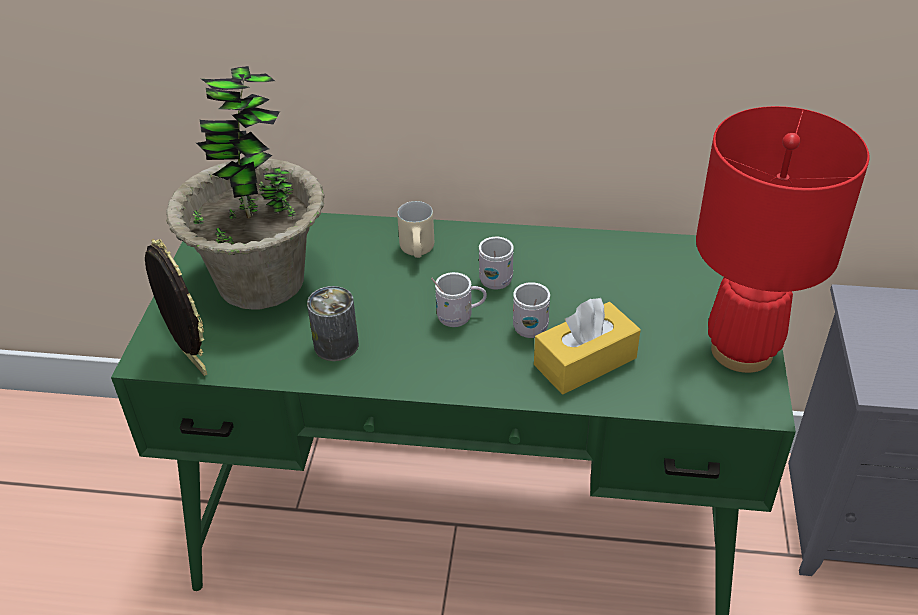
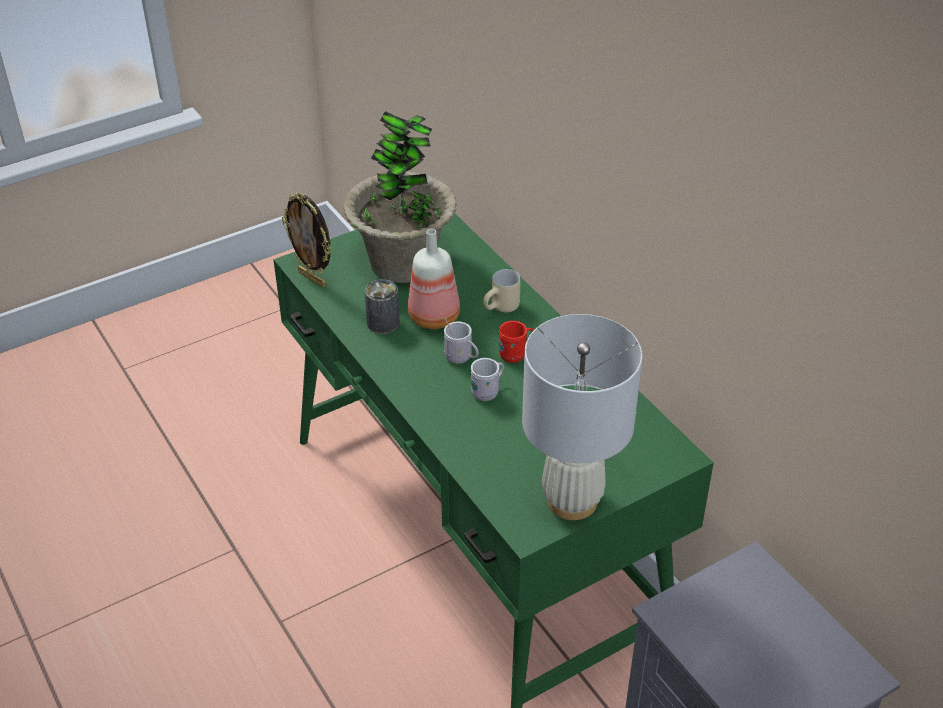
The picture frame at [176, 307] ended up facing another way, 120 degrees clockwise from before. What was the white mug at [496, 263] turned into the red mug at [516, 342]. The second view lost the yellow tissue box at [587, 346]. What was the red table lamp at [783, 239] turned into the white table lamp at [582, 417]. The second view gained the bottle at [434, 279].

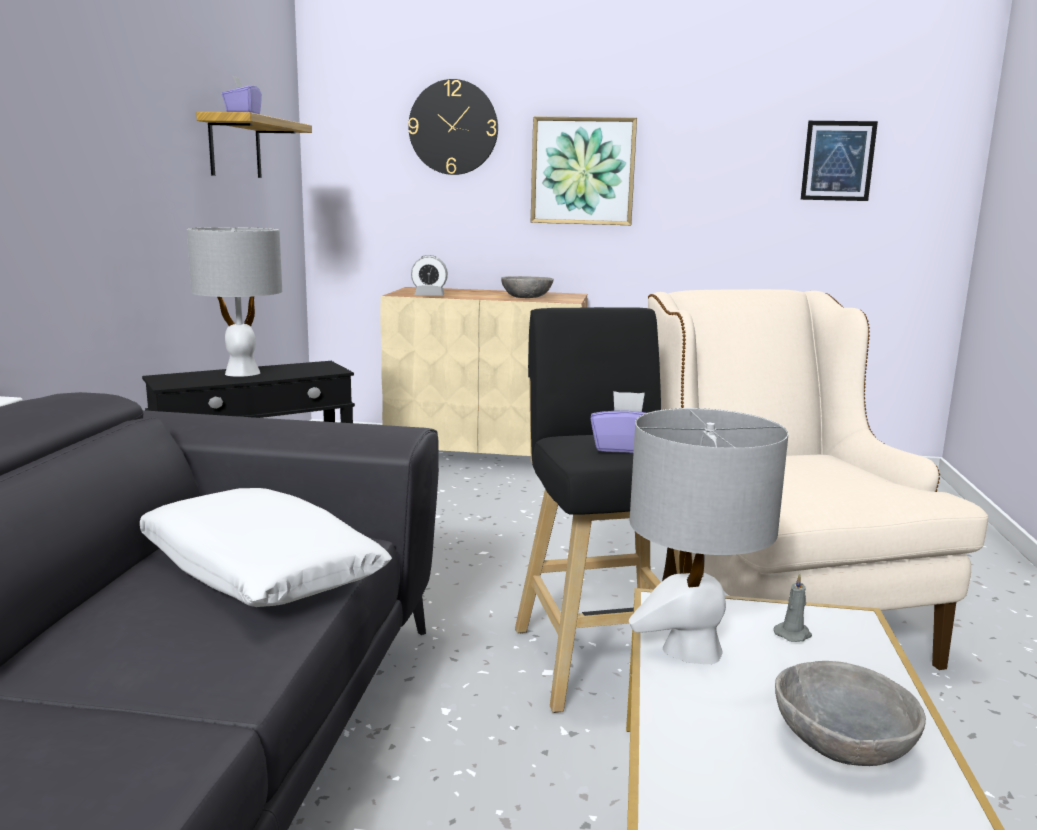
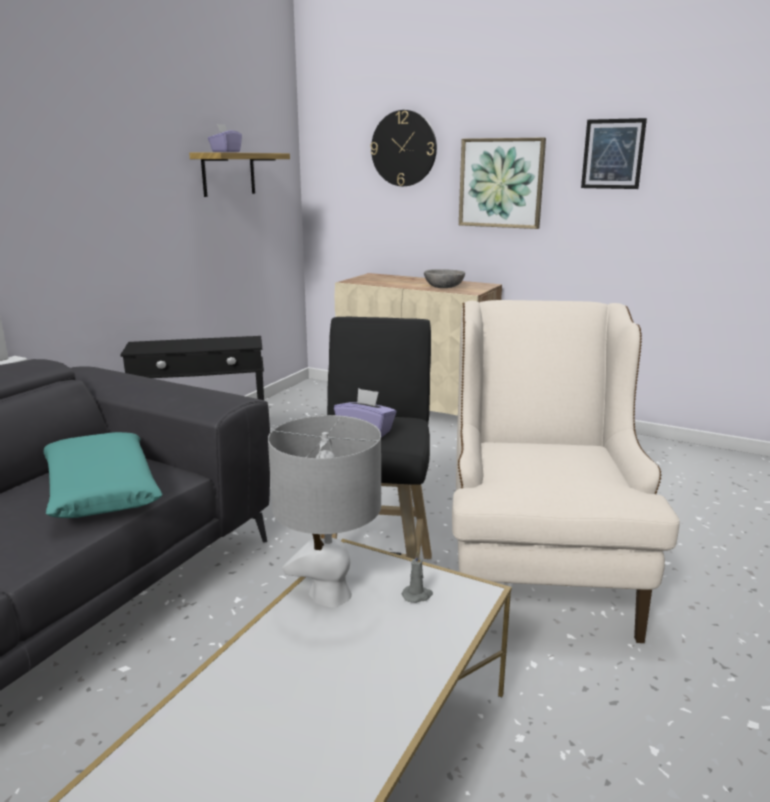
What was the white pillow at [266, 547] turned into the turquoise pillow at [103, 475]. The second view lost the grey table lamp at [234, 302]. The second view lost the alarm clock at [429, 275]. The second view lost the grey bowl at [850, 713]. The picture ended up elsewhere, having gone from [839, 161] to [614, 153].

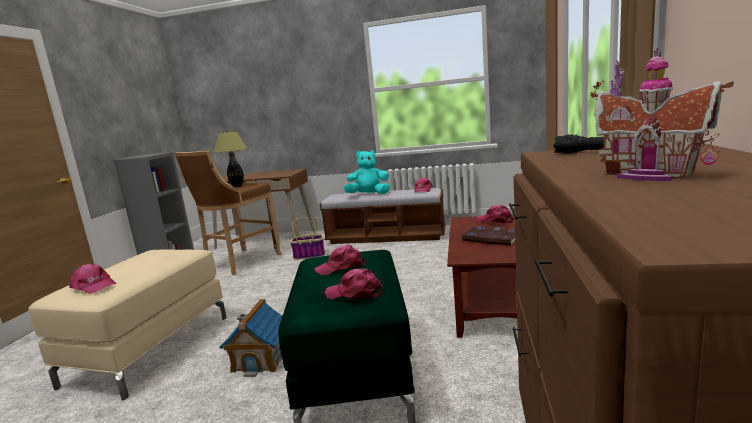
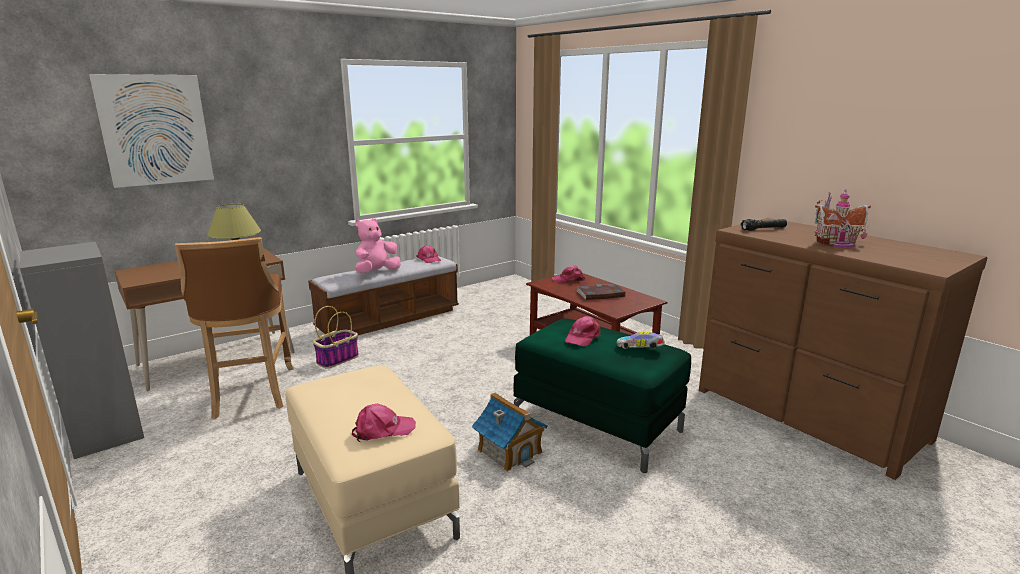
Where the pink cap stood at [353, 284], the toy car came to stand at [640, 340]. What was the turquoise plush toy at [367, 172] turned into the pink plush toy at [378, 245]. The second view gained the picture at [151, 131].

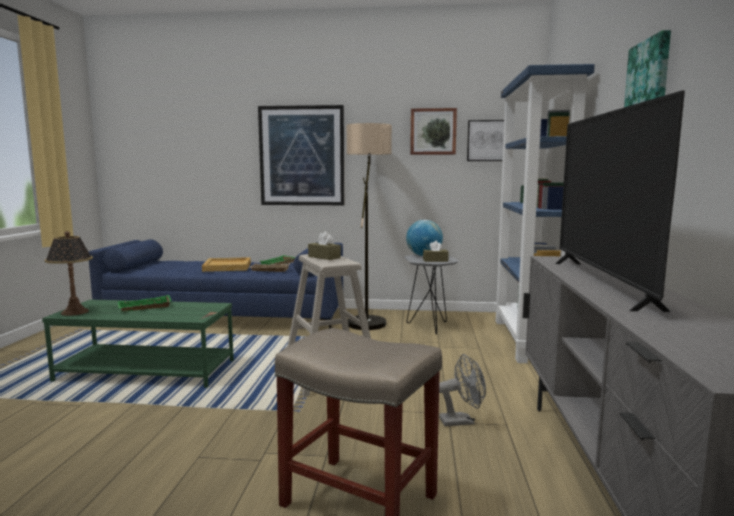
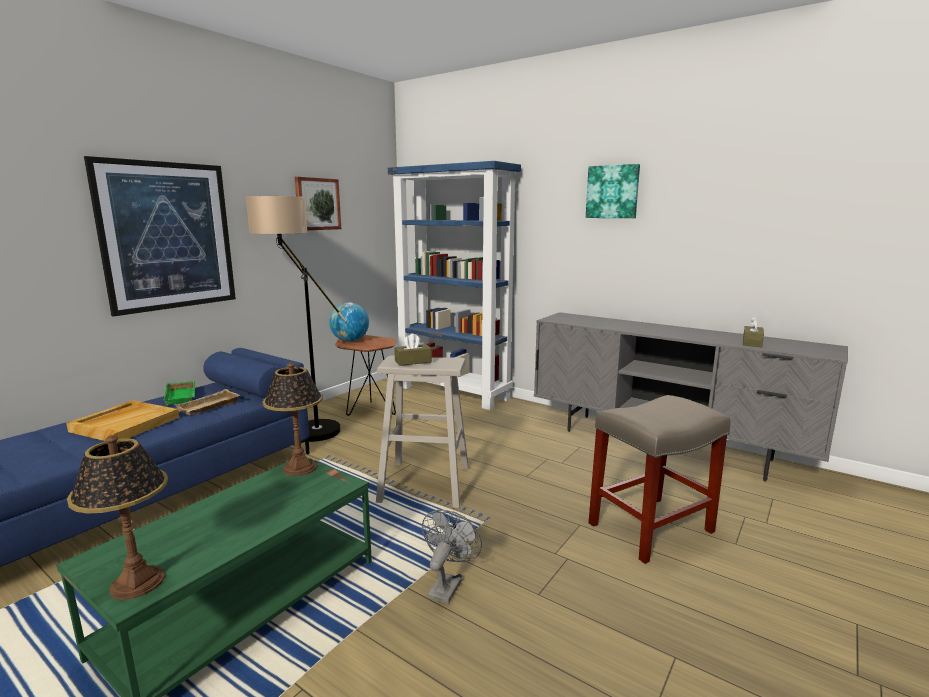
The second view lost the green tray at [145, 303]. What was the grey side table at [431, 294] turned into the brown side table at [366, 375]. The brown tissue box ended up elsewhere, having gone from [436, 251] to [753, 331]. The grey fan ended up elsewhere, having gone from [462, 390] to [452, 557]. The second view lost the picture at [485, 140]. The second view lost the television at [620, 201]. The second view gained the table lamp at [293, 419].

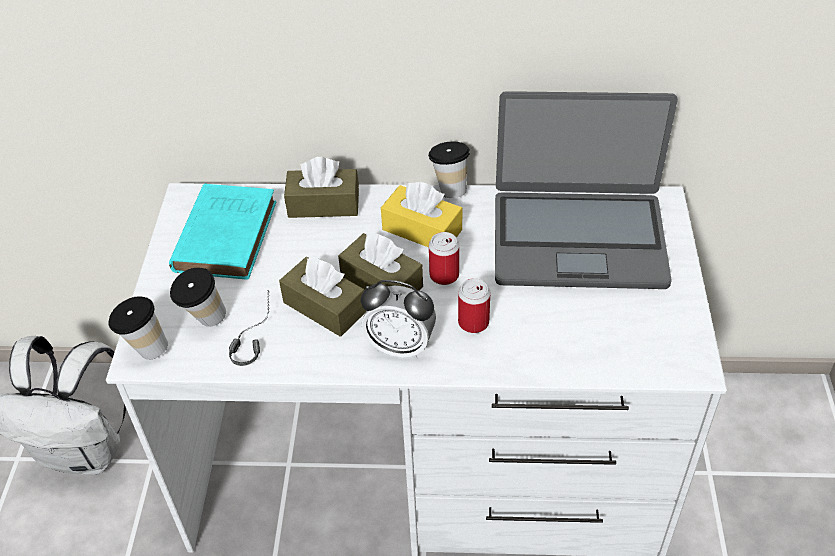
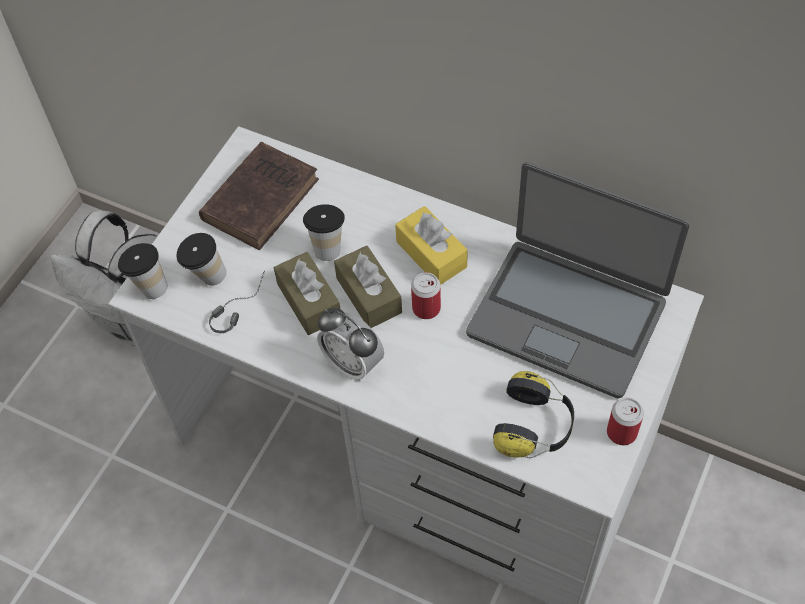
What was the turquoise book at [222, 231] turned into the brown book at [259, 196]. The second view lost the brown tissue box at [321, 187]. The cup ended up elsewhere, having gone from [449, 170] to [324, 232]. The can ended up elsewhere, having gone from [474, 305] to [625, 421]. The second view gained the headphones at [533, 414].

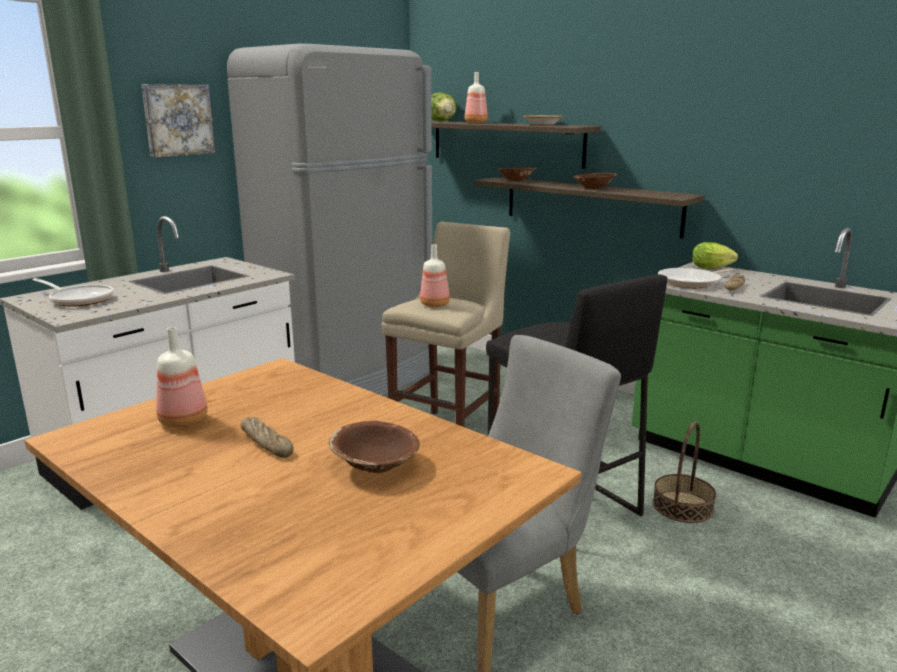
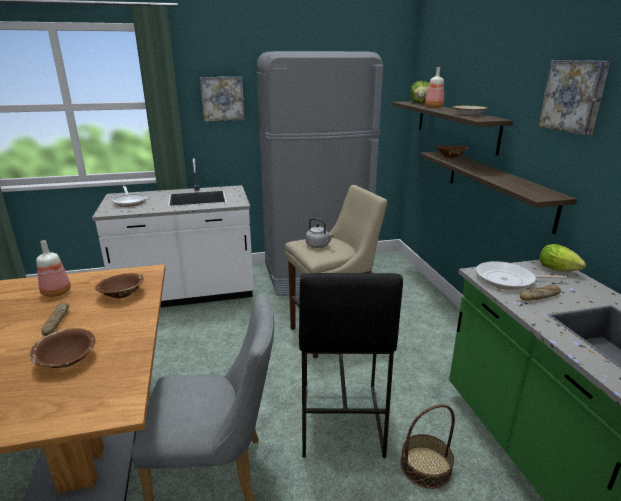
Where the bottle stood at [435, 275], the grey kettle came to stand at [320, 233]. The brown bowl ended up elsewhere, having gone from [595, 181] to [119, 285]. The second view gained the picture at [574, 98].

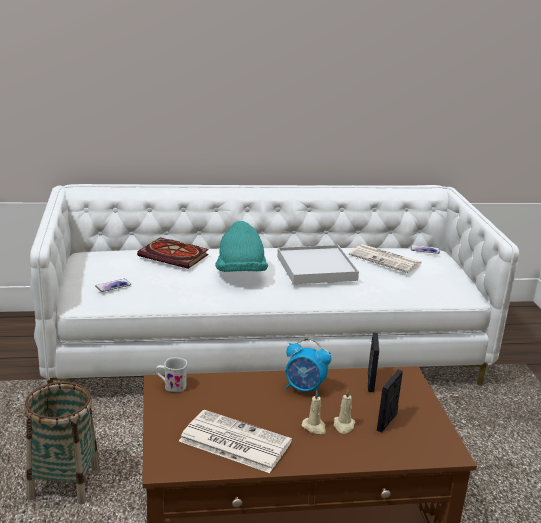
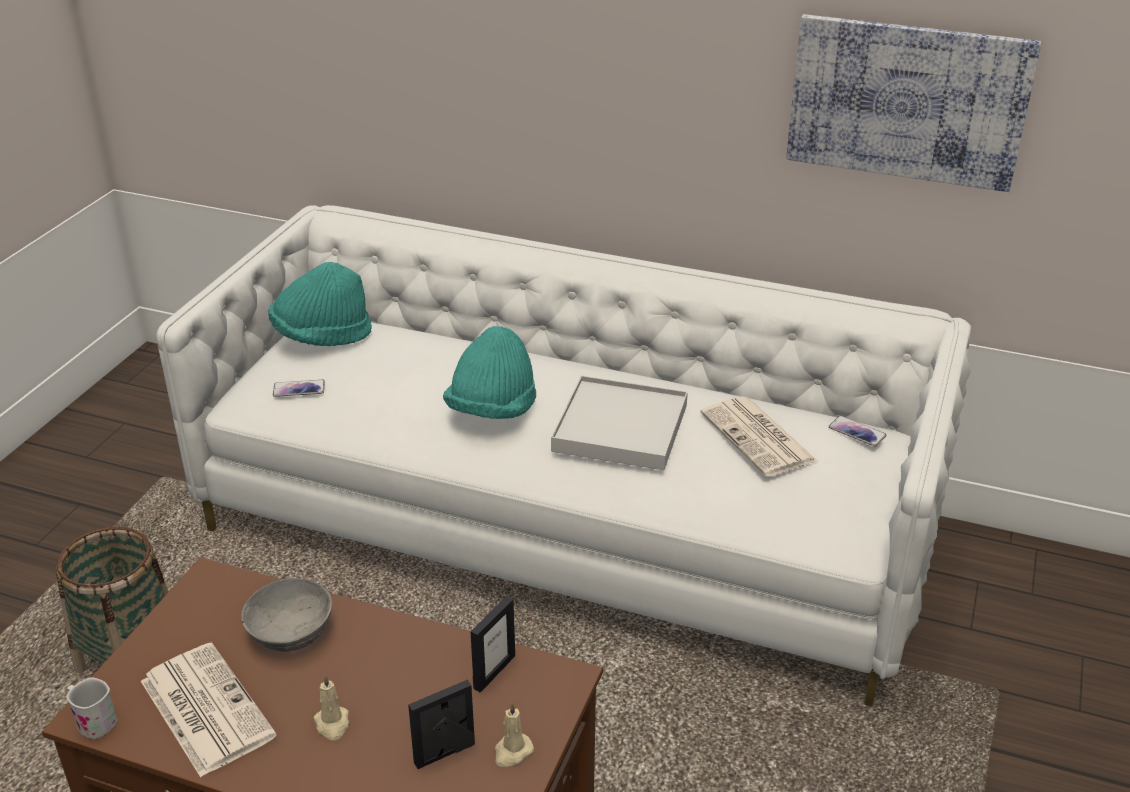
The second view lost the book at [173, 253]. The white mug ended up elsewhere, having gone from [171, 374] to [92, 708]. The second view lost the alarm clock at [308, 367]. The beige candle ended up elsewhere, having gone from [345, 412] to [514, 735]. The second view gained the grey bowl at [286, 615]. The second view gained the turquoise hat at [320, 304]. The second view gained the picture at [914, 103].

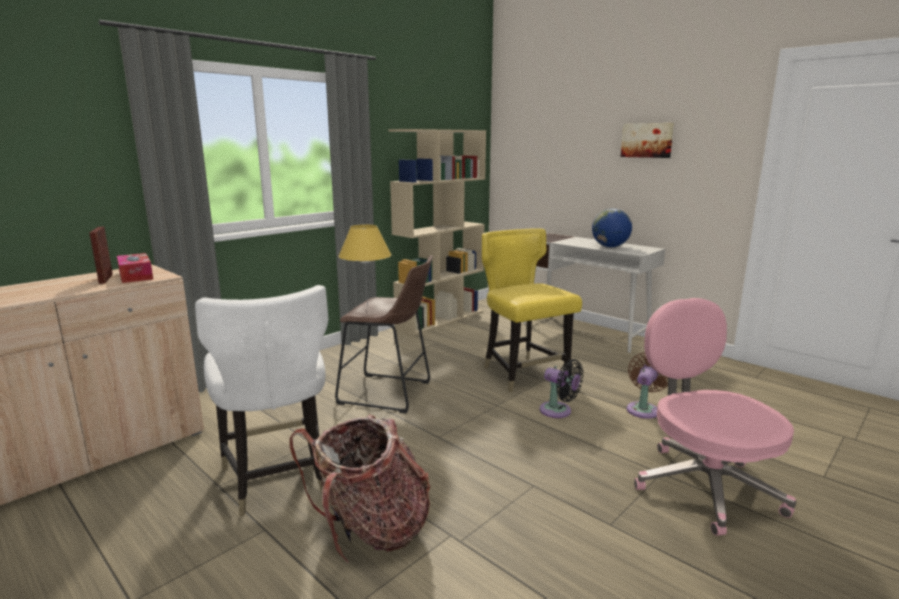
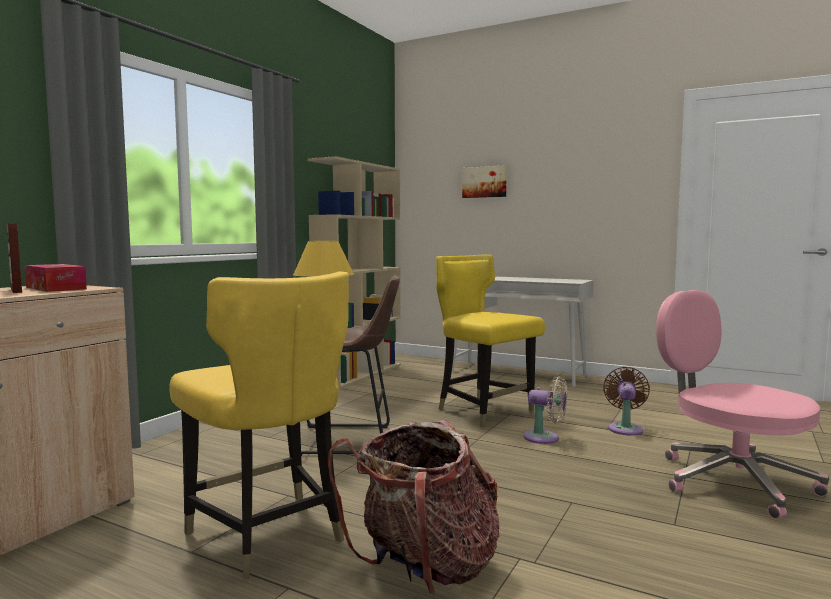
What was the white chair at [262, 400] turned into the yellow chair at [259, 425]. What was the black fan at [561, 388] turned into the beige fan at [545, 410]. The second view lost the globe at [612, 227]. The picture ended up elsewhere, having gone from [647, 140] to [484, 181].

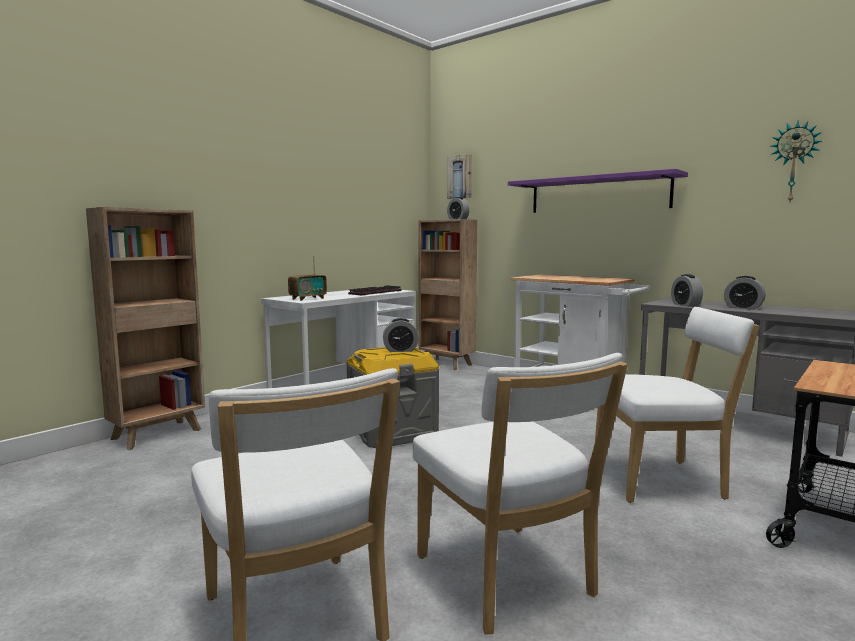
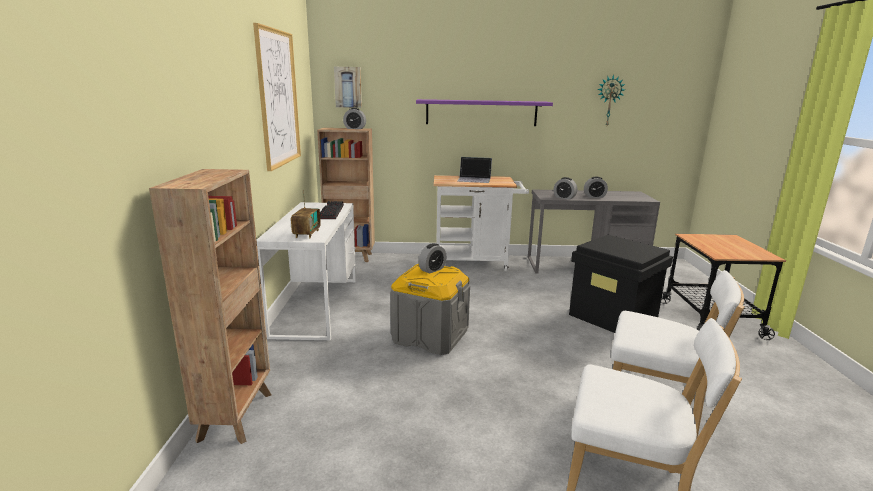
Where the white chair stood at [677, 405], the black storage box came to stand at [621, 284]. The second view gained the picture at [277, 97]. The second view gained the laptop at [474, 170].

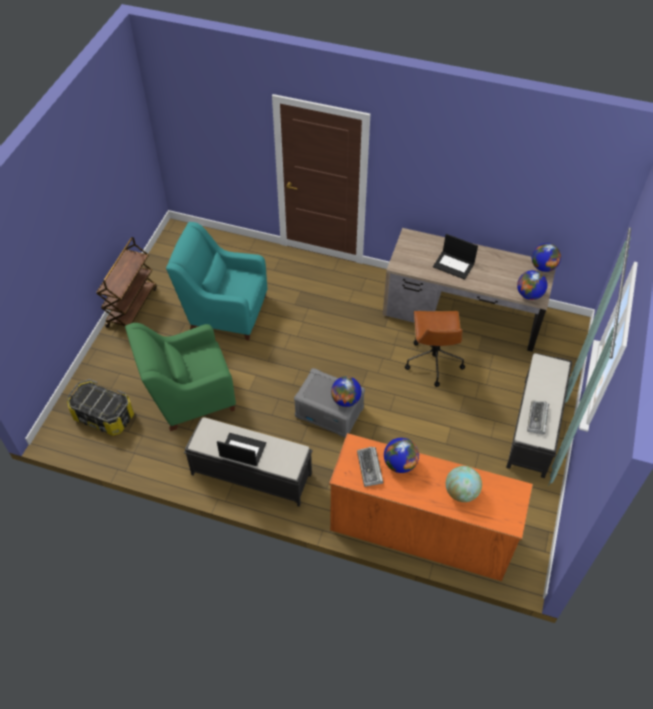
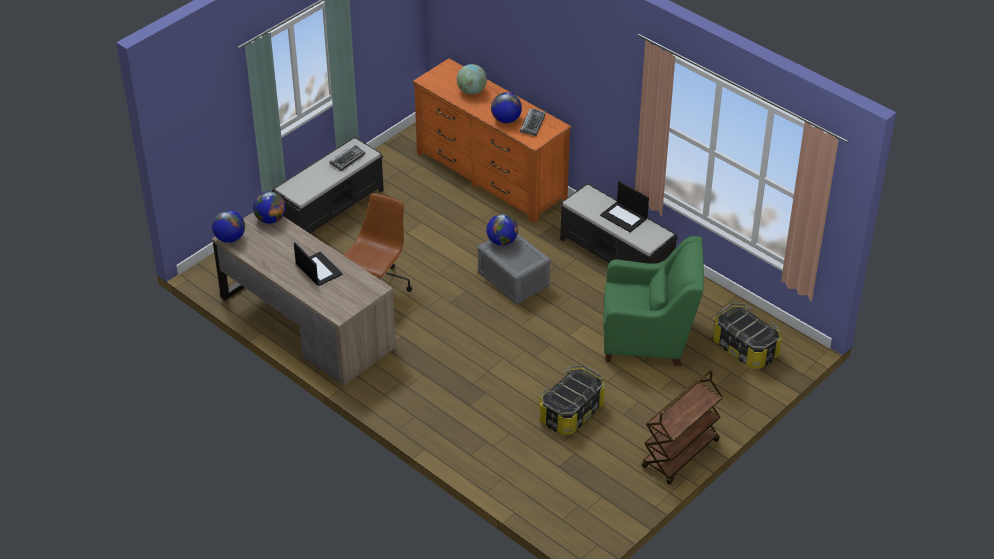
Where the turquoise armchair stood at [216, 281], the storage box came to stand at [572, 400].

